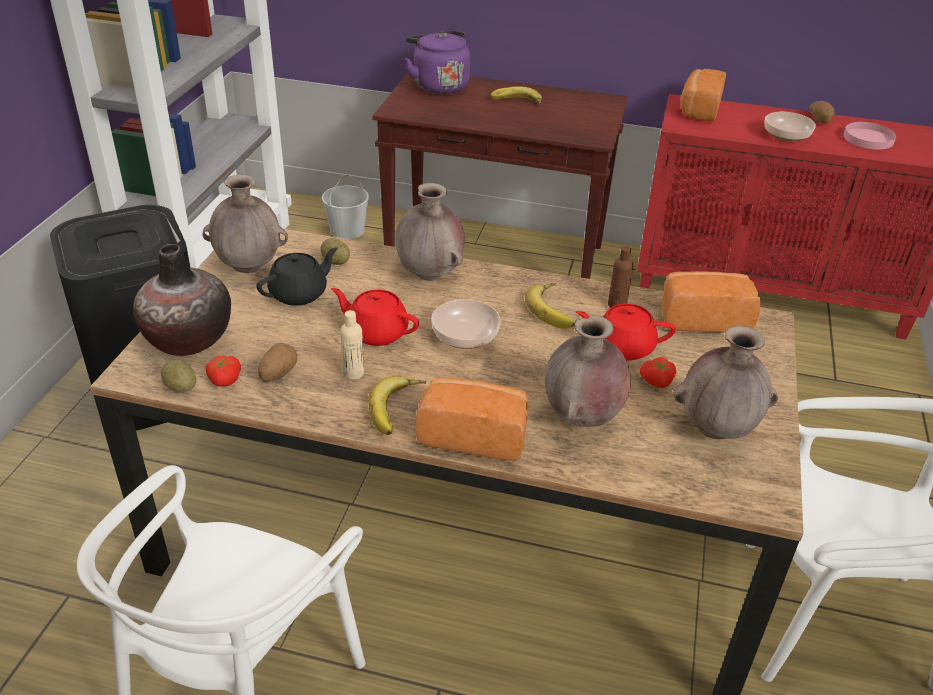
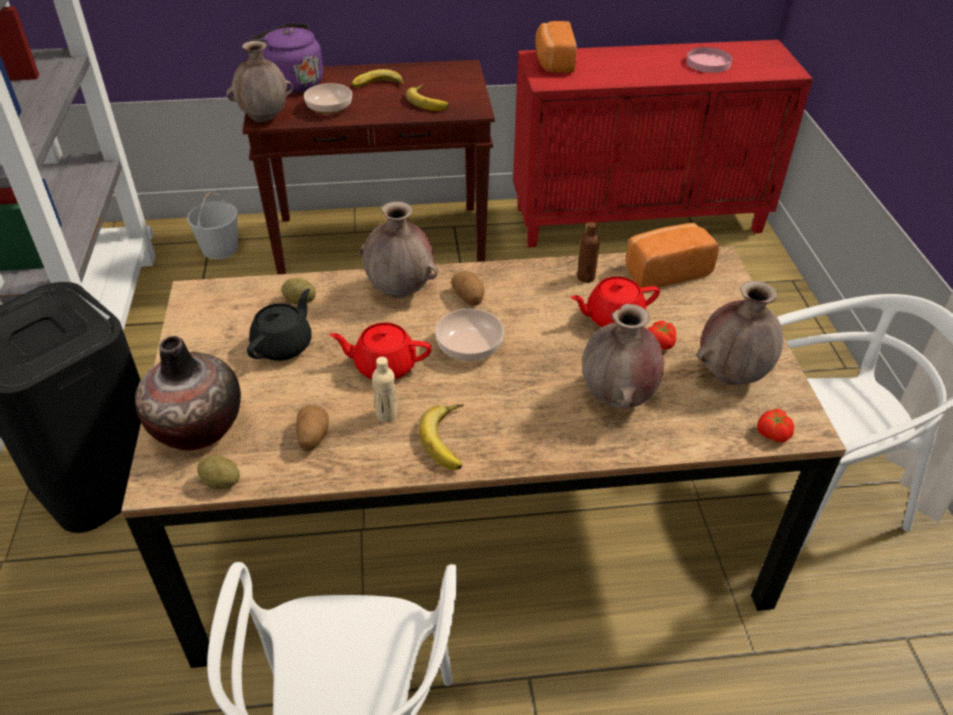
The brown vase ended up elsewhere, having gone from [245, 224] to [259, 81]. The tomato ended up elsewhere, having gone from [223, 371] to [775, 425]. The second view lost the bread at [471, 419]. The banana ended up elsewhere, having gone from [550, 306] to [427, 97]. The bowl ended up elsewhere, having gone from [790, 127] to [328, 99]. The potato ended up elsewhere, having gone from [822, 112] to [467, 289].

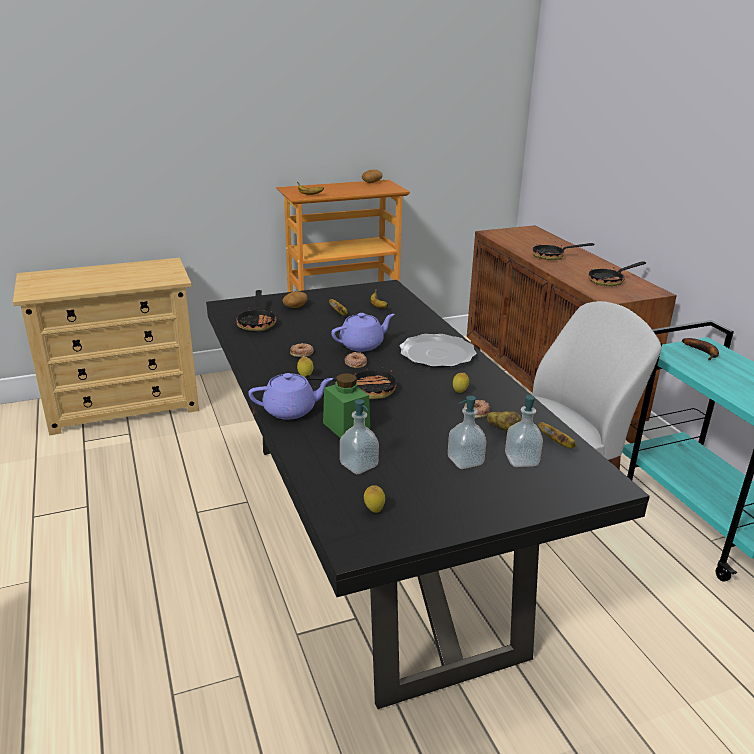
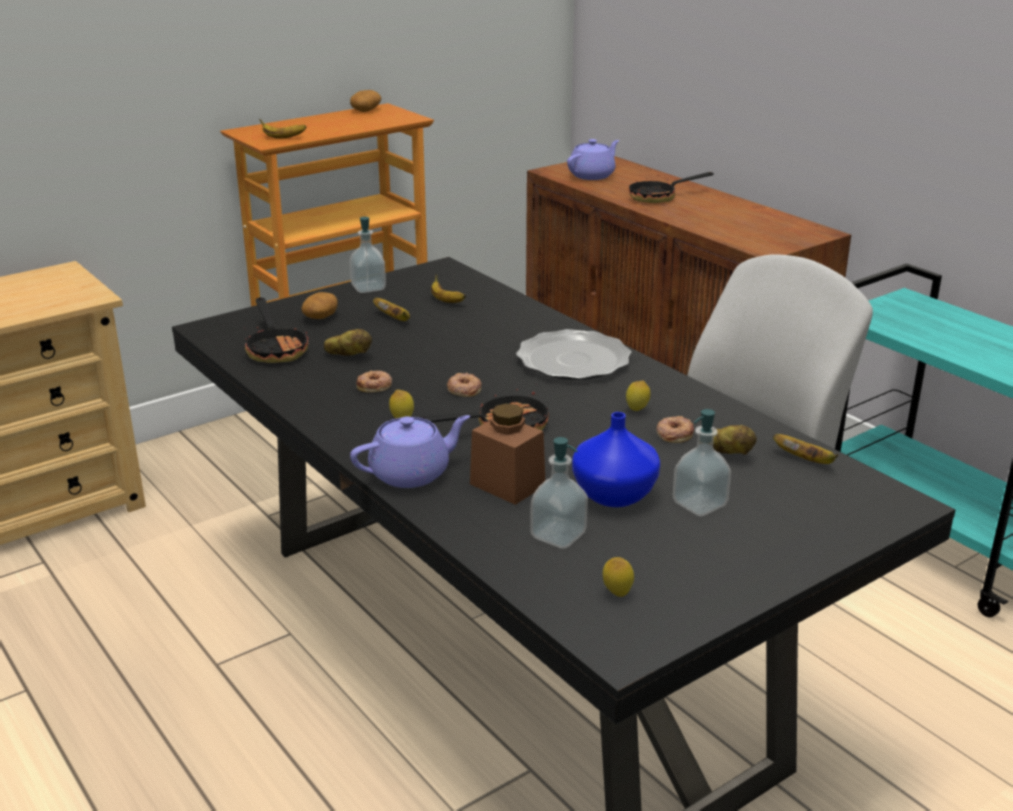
What was the green jar at [346, 405] turned into the brown jar at [507, 454]. The purple teapot ended up elsewhere, having gone from [363, 332] to [593, 159]. The soap dispenser ended up elsewhere, having gone from [524, 430] to [367, 255]. The second view lost the frying pan at [617, 273]. The second view lost the banana at [700, 349]. The second view gained the potato at [348, 342]. The second view gained the blue vase at [616, 459].

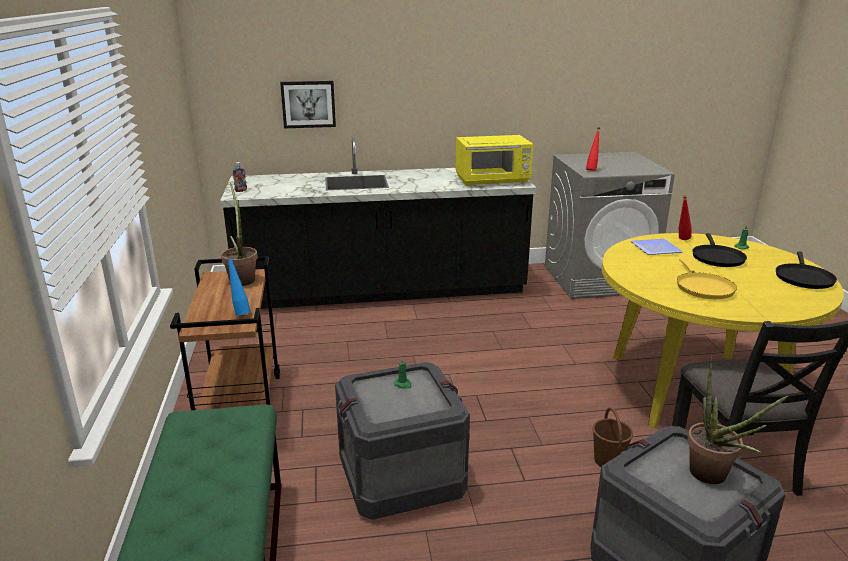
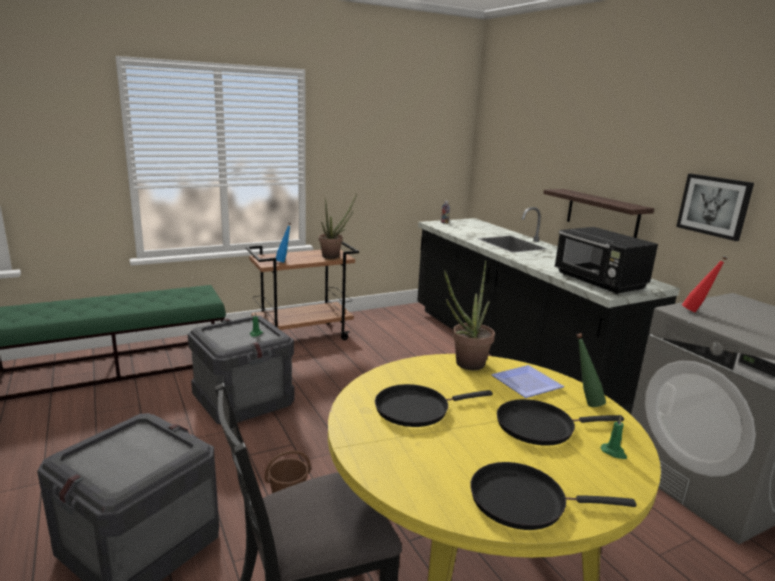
The picture ended up elsewhere, having gone from [308, 104] to [715, 207]. What was the yellow microwave at [494, 160] turned into the black microwave at [606, 260]. What was the yellow frying pan at [707, 278] turned into the black frying pan at [434, 405]. What was the red bottle at [685, 217] turned into the green bottle at [591, 370]. The potted plant ended up elsewhere, having gone from [737, 420] to [469, 315]. The second view gained the shelf at [598, 213].

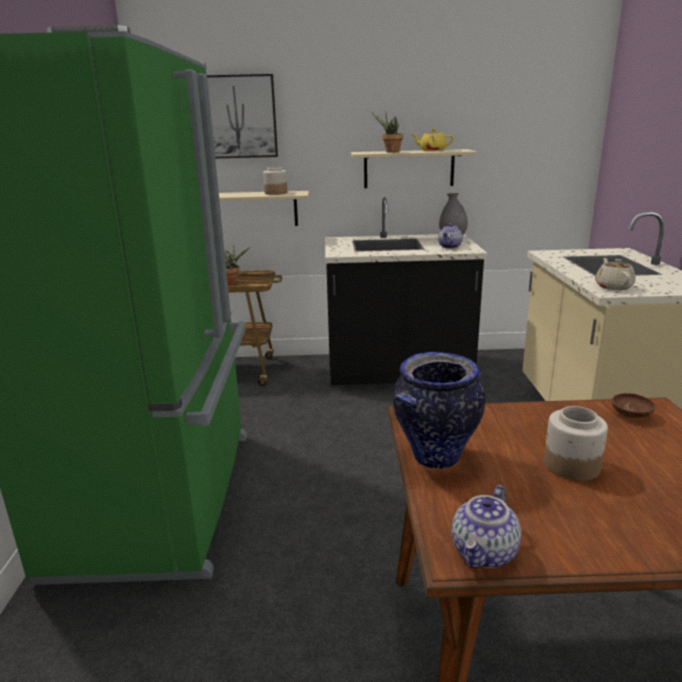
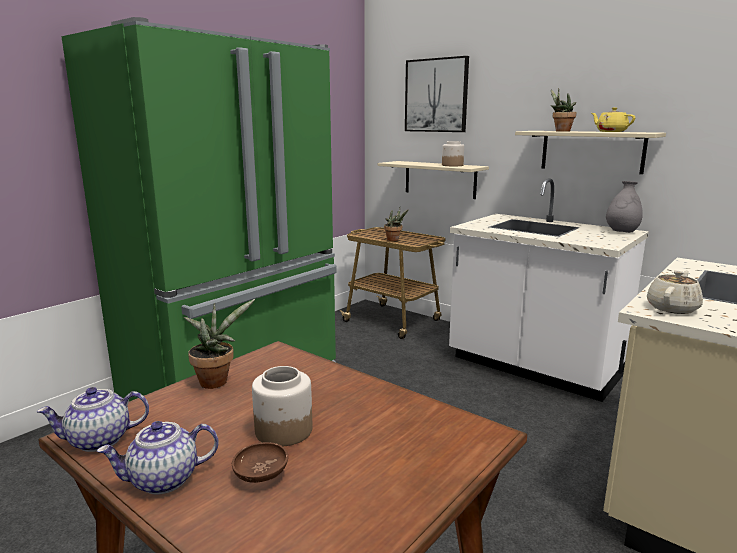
What was the black counter at [406, 291] turned into the white counter at [549, 290]. Where the vase stood at [439, 410], the potted plant came to stand at [219, 344]. The teapot ended up elsewhere, having gone from [450, 236] to [158, 457]. The brown bowl ended up elsewhere, having gone from [634, 405] to [260, 462].

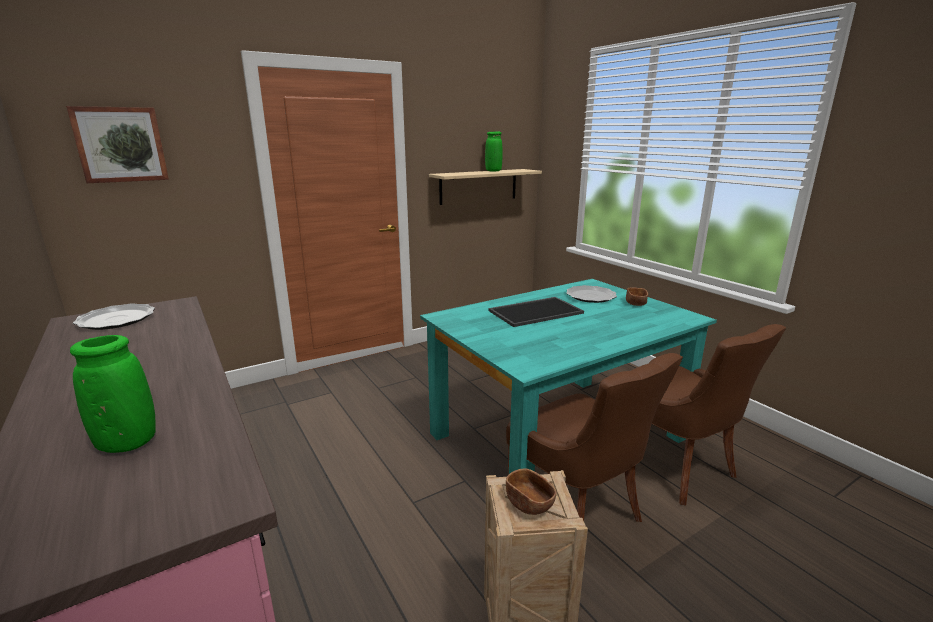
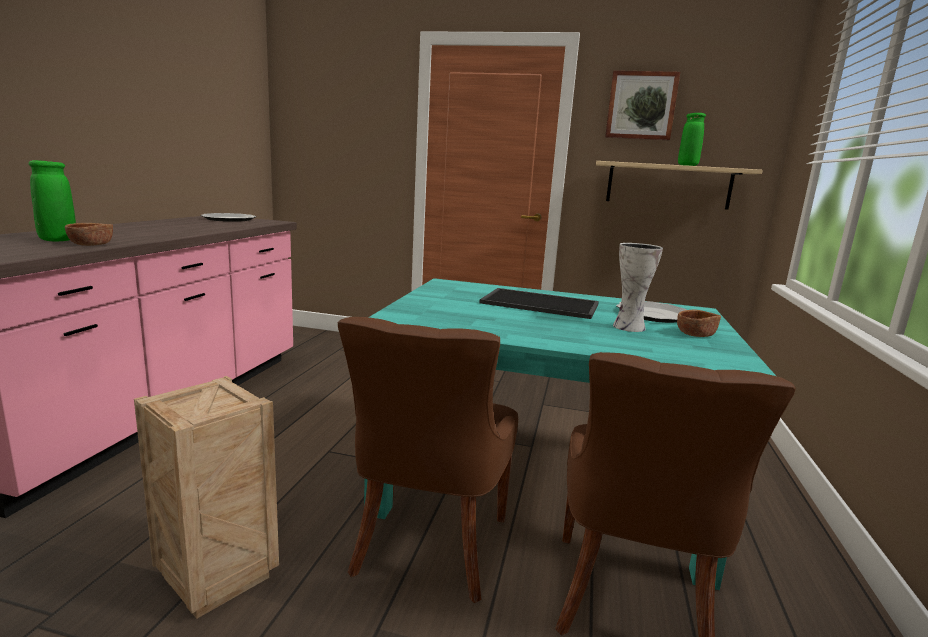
The picture ended up elsewhere, having gone from [117, 144] to [642, 105]. The brown bowl ended up elsewhere, having gone from [531, 491] to [89, 234]. The second view gained the vase at [638, 287].

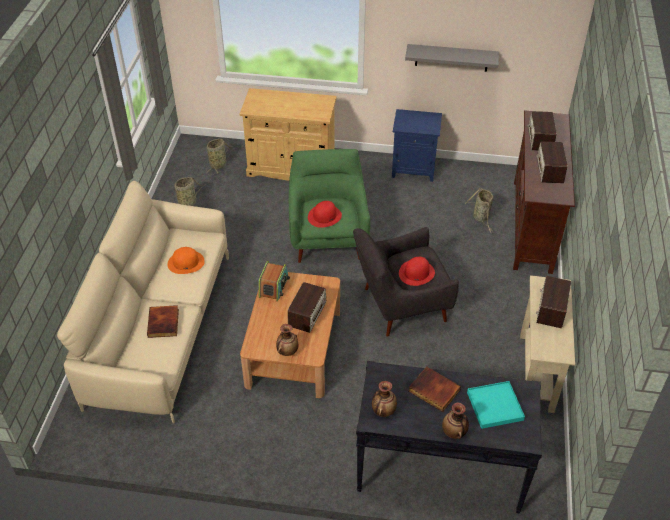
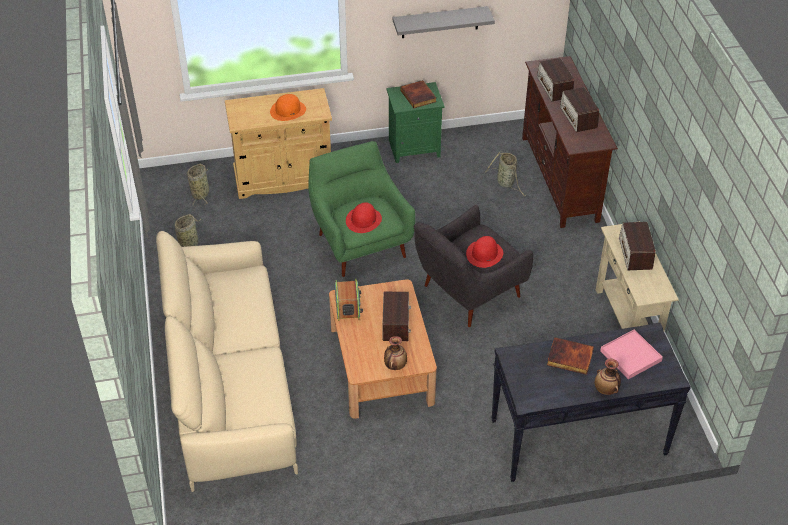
The book ended up elsewhere, having gone from [163, 321] to [418, 94]. The orange hat ended up elsewhere, having gone from [186, 260] to [288, 107]. The second view lost the vase at [384, 399]. What was the blue nightstand at [417, 145] turned into the green nightstand at [415, 122]. What was the turquoise tray at [496, 405] turned into the pink tray at [631, 354].

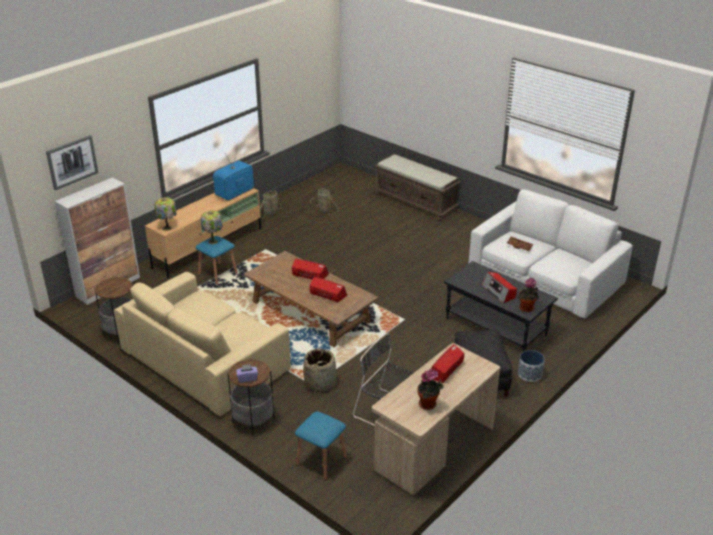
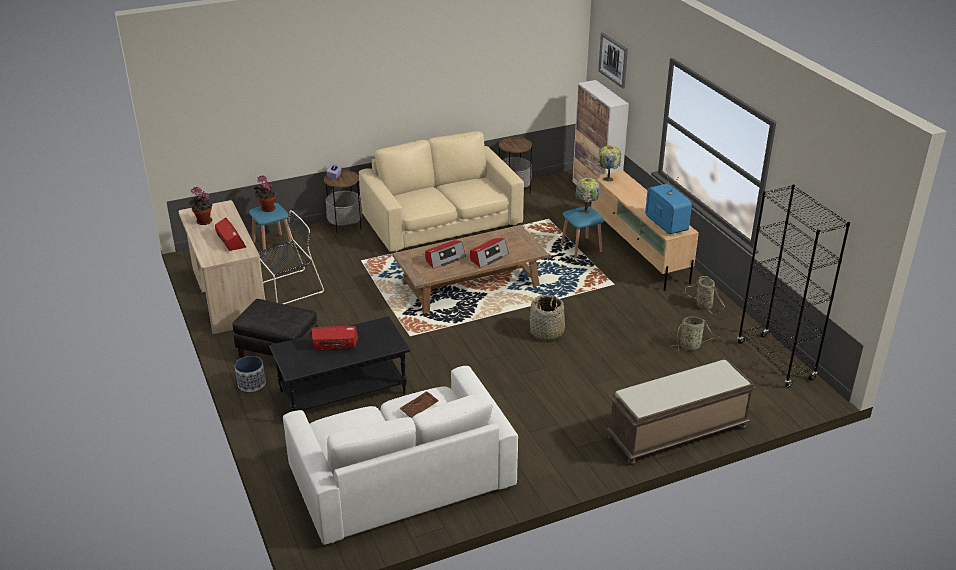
The basket ended up elsewhere, having gone from [319, 370] to [548, 318]. The potted plant ended up elsewhere, having gone from [528, 295] to [265, 193]. The second view gained the black bookcase at [794, 286].

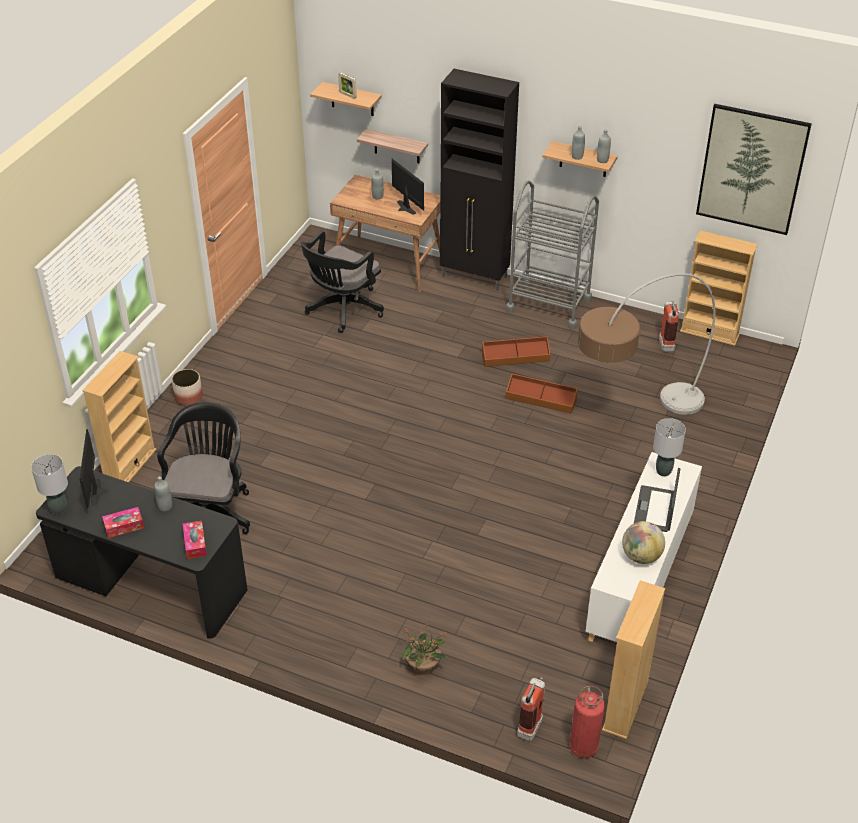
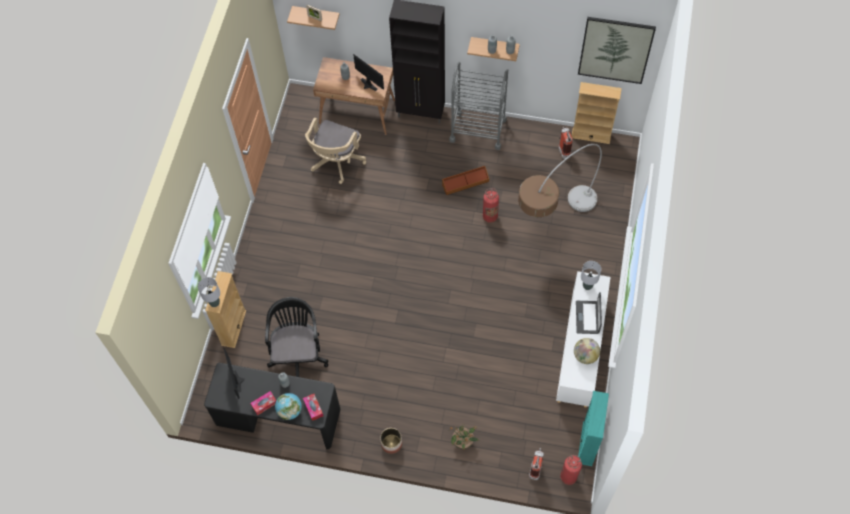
The grey table lamp ended up elsewhere, having gone from [49, 484] to [209, 292]. The planter ended up elsewhere, having gone from [187, 387] to [391, 441]. What was the black office chair at [342, 282] turned into the beige office chair at [335, 151]. The second view lost the shelf at [392, 146]. Where the brown storage box stood at [542, 394], the fire extinguisher came to stand at [491, 205]. What was the beige bookcase at [633, 659] turned into the turquoise bookcase at [593, 428]. The second view gained the globe at [288, 406].

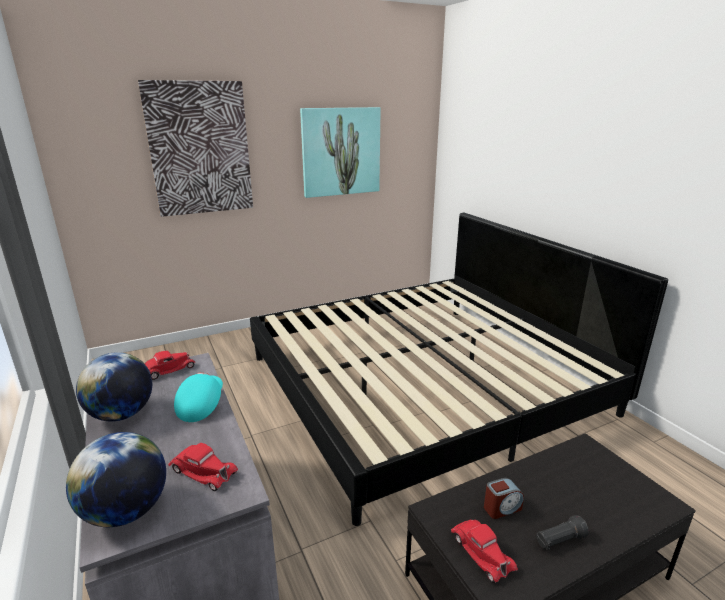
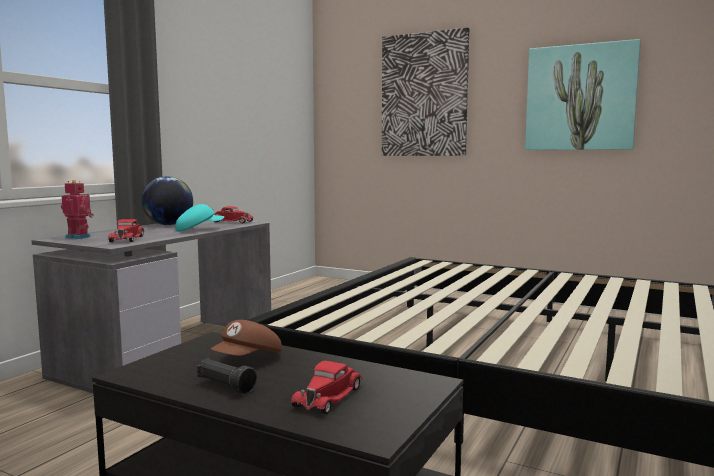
Where the globe stood at [116, 479], the toy robot came to stand at [77, 209]. The red toy car ended up elsewhere, having gone from [484, 551] to [327, 387]. Where the alarm clock stood at [504, 498], the brown cap came to stand at [246, 338].

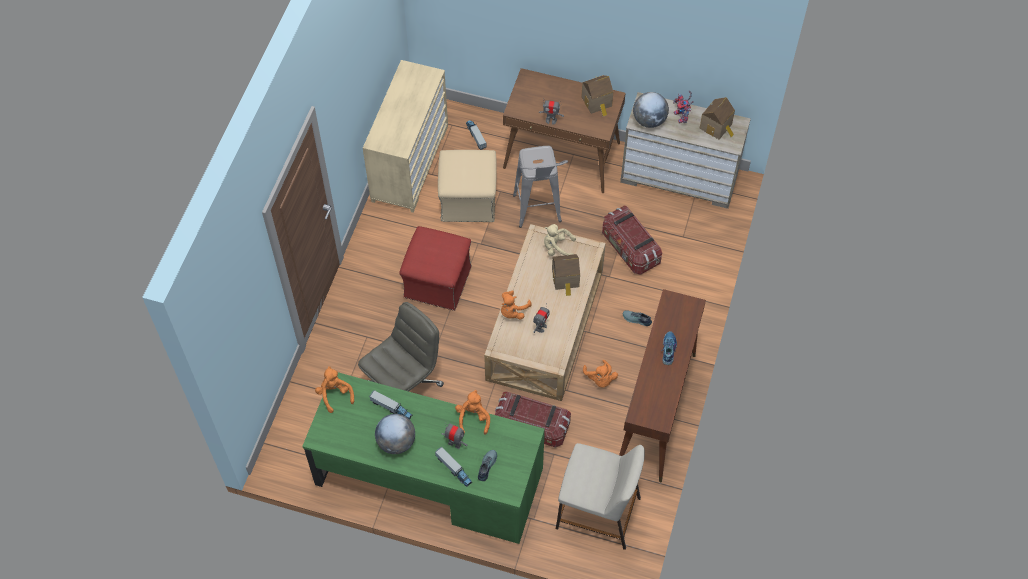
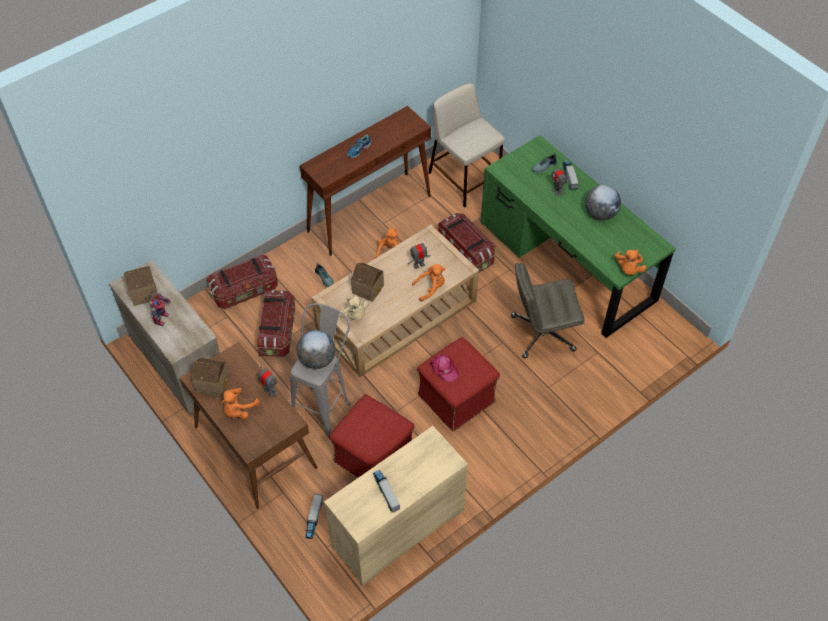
The toy truck ended up elsewhere, having gone from [390, 405] to [386, 491]. What was the beige ottoman at [467, 186] turned into the red ottoman at [371, 436]. The orange plush toy ended up elsewhere, having gone from [472, 412] to [240, 403]. The globe ended up elsewhere, having gone from [651, 110] to [316, 349]. The second view gained the storage box at [242, 282]. The second view gained the pink cap at [444, 368].

